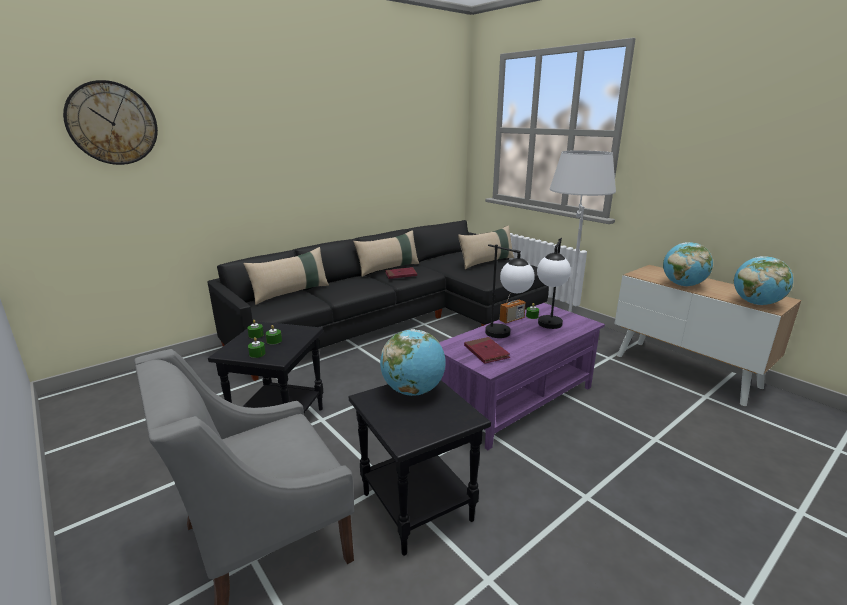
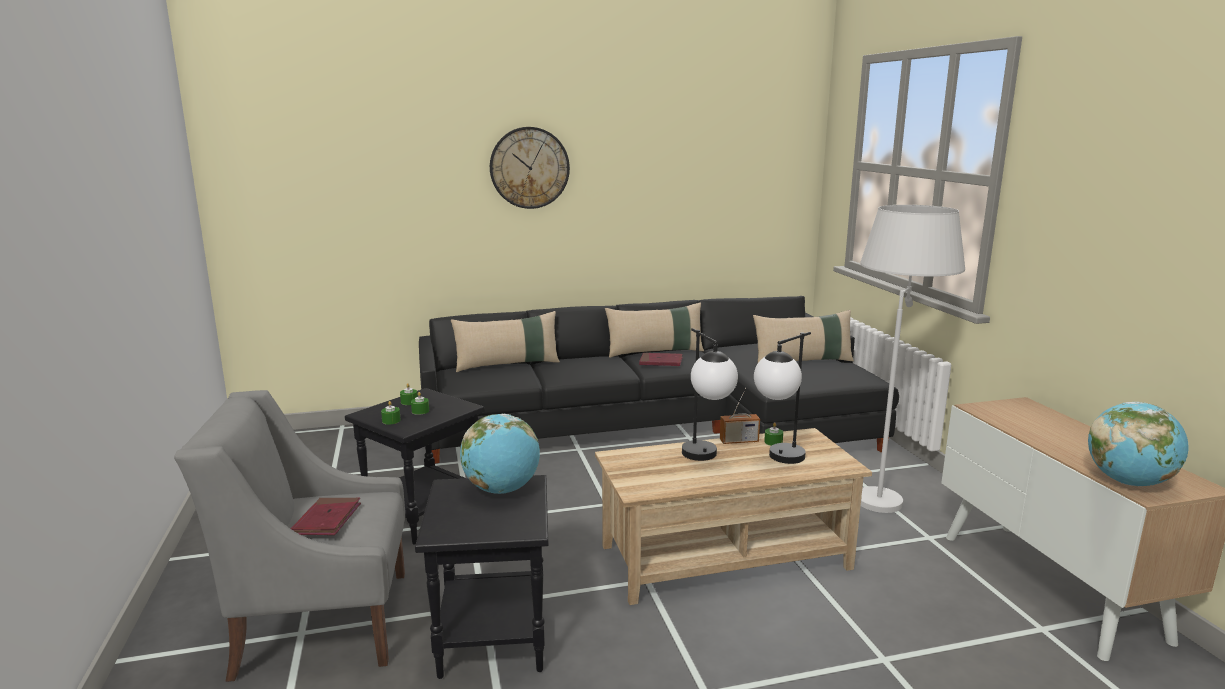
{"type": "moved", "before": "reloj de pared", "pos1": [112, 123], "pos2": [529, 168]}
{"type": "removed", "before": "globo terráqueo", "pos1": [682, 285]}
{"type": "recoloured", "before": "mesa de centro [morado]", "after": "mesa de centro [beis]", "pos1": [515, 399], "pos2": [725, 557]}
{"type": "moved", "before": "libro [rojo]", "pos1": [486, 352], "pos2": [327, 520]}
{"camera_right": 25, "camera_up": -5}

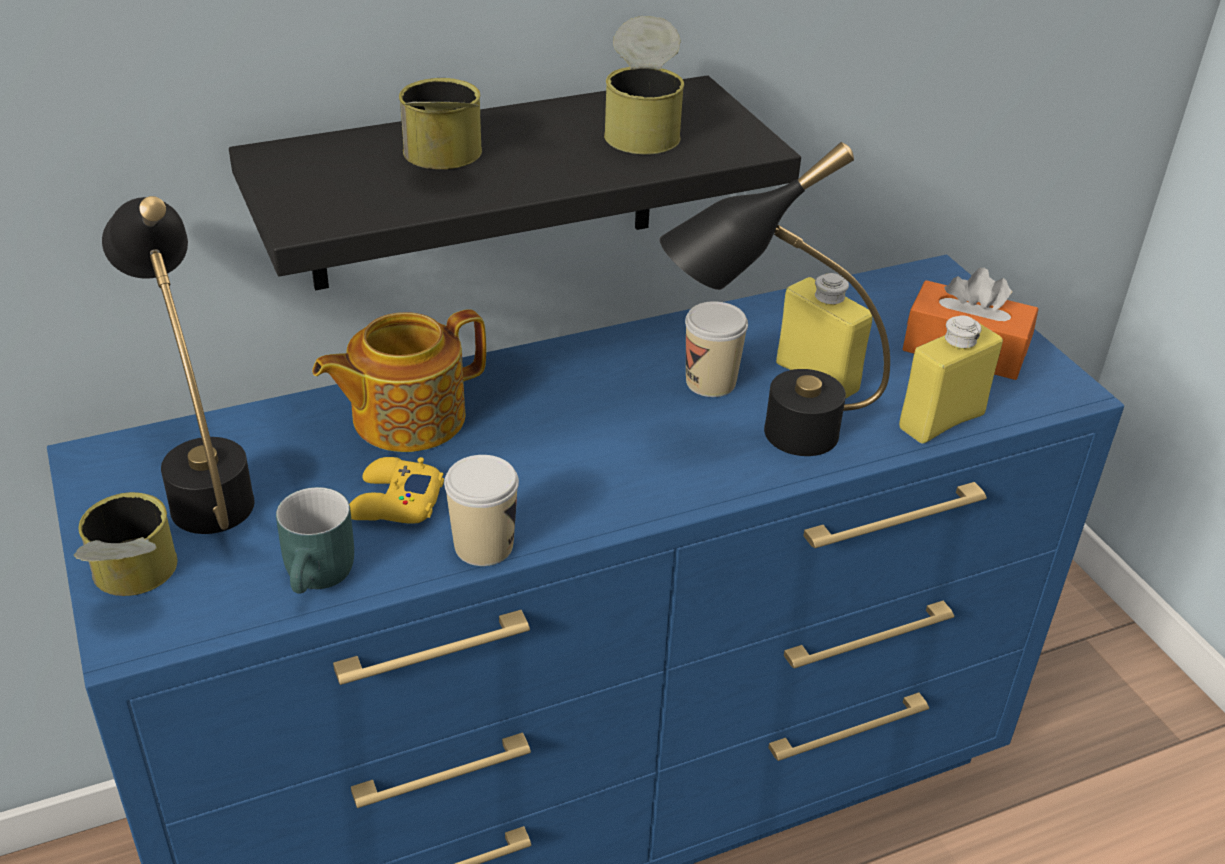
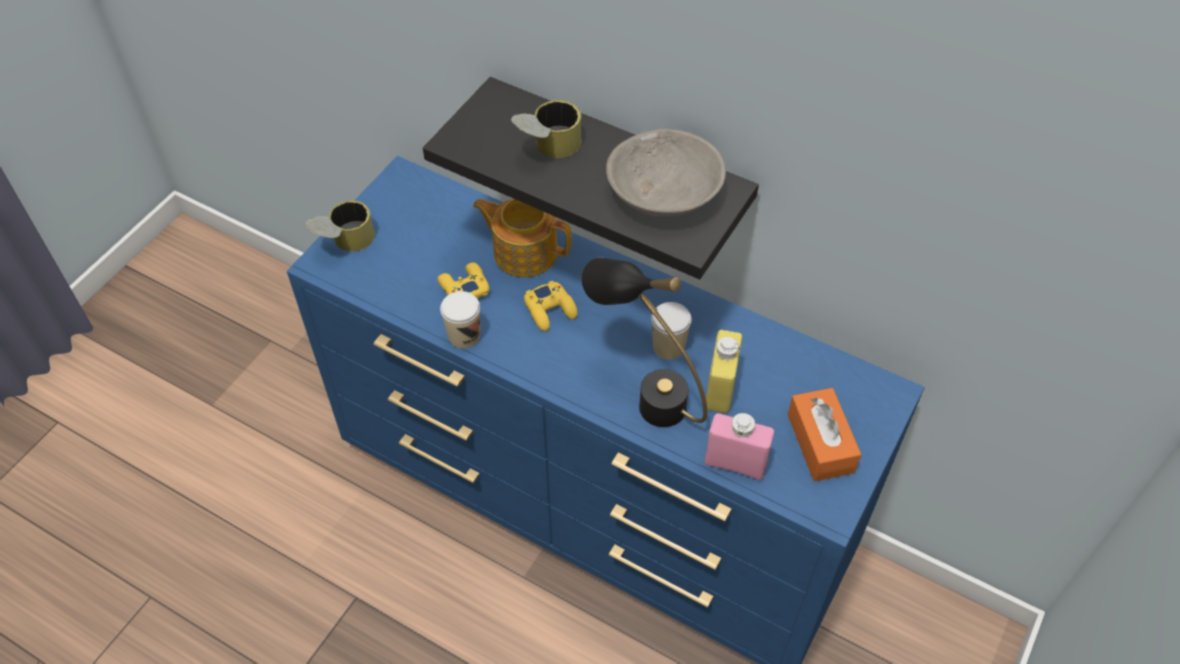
{"type": "replaced", "before": "lata", "after": "cuenco [gris]", "pos1": [643, 126], "pos2": [664, 193]}
{"type": "removed", "before": "lámpara de mesa [negro]", "pos1": [203, 482]}
{"type": "recoloured", "before": "botella [amarillo]", "after": "botella [rosa]", "pos1": [941, 421], "pos2": [735, 463]}
{"type": "removed", "before": "taza grande [turquesa]", "pos1": [322, 577]}
{"type": "added", "after": "mando de consola [amarillo]", "pos2": [550, 310]}
{"camera_right": 55, "camera_up": 15}

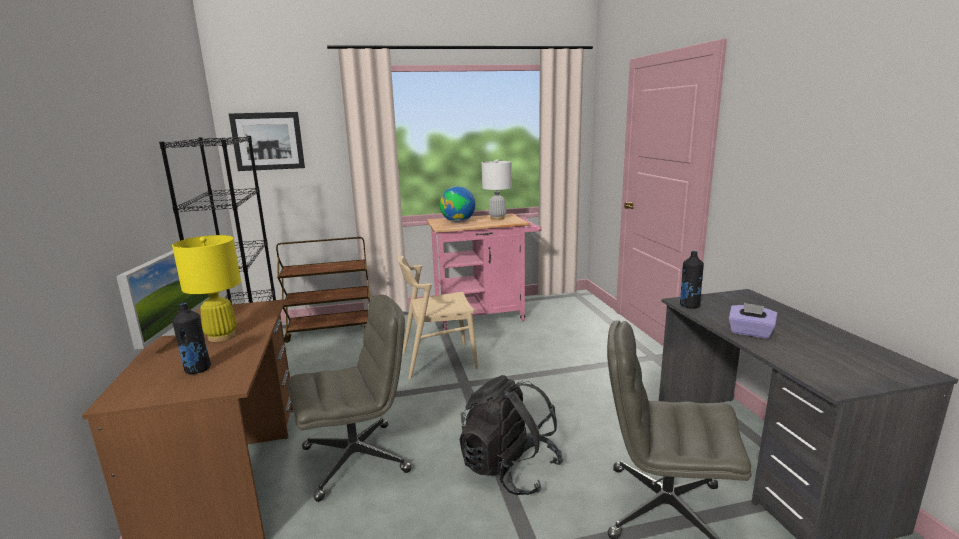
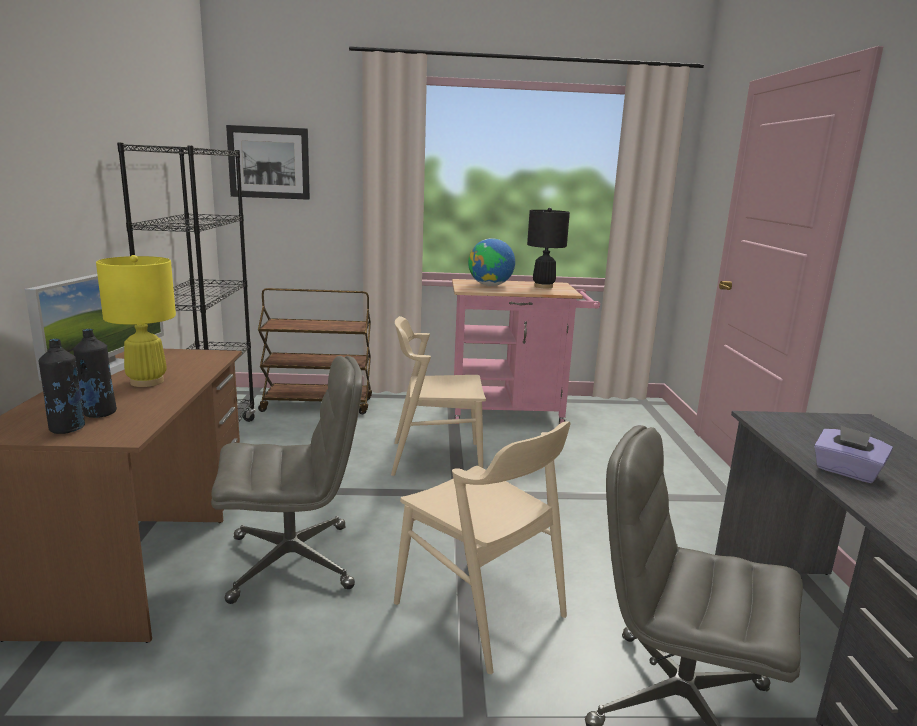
{"type": "recoloured", "before": "lámpara de mesa [blanco]", "after": "lámpara de mesa [negro]", "pos1": [497, 218], "pos2": [543, 286]}
{"type": "moved", "before": "botella [negro]", "pos1": [689, 305], "pos2": [67, 429]}
{"type": "replaced", "before": "mochila [negro]", "after": "silla [beis]", "pos1": [509, 469], "pos2": [480, 609]}
{"camera_right": 10, "camera_up": 0}

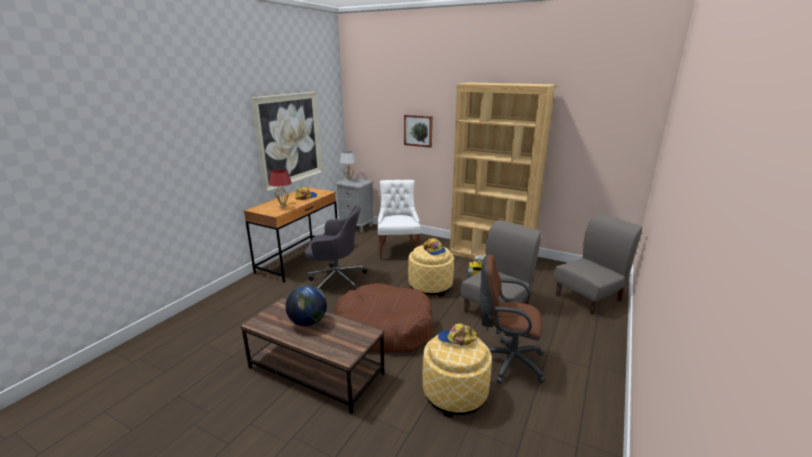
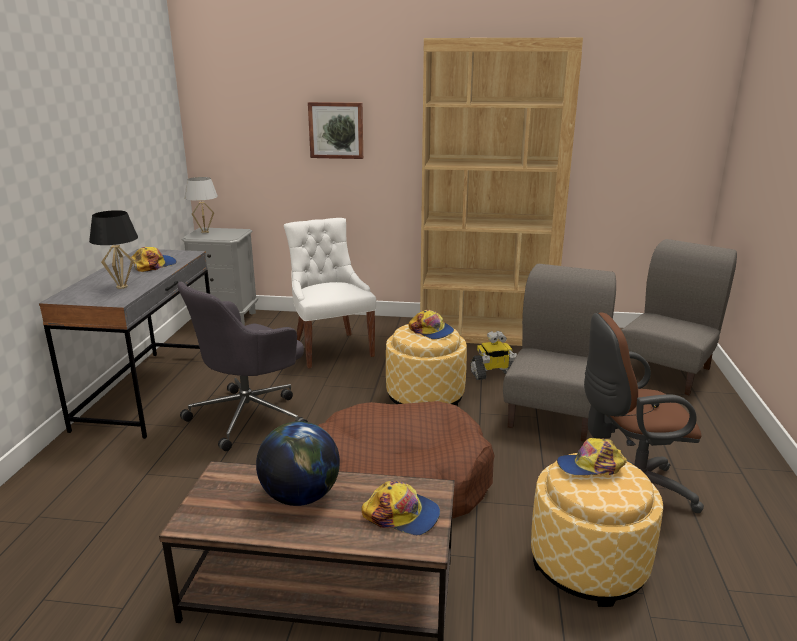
{"type": "removed", "before": "cuadro", "pos1": [289, 139]}
{"type": "recoloured", "before": "lámpara de mesa [rojo]", "after": "lámpara de mesa [negro]", "pos1": [283, 206], "pos2": [121, 287]}
{"type": "recoloured", "before": "escritorio [marrón]", "after": "escritorio [gris]", "pos1": [299, 259], "pos2": [151, 391]}
{"type": "turned", "before": "silla de oficina [gris]", "pos1": [336, 280], "pos2": [249, 416], "turn": 150}
{"type": "added", "after": "gorra", "pos2": [402, 515]}
{"camera_right": -20, "camera_up": 0}

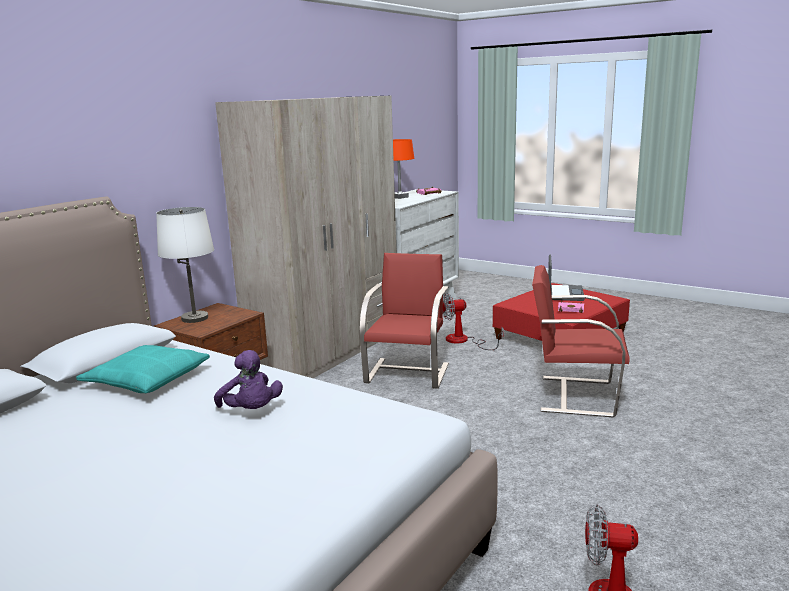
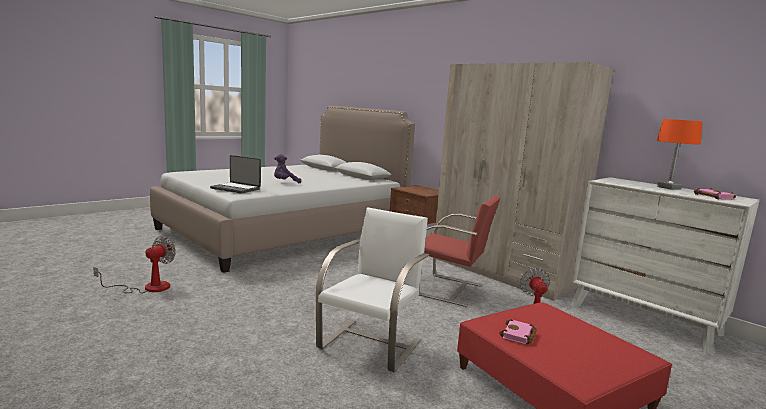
{"type": "removed", "before": "lámpara de mesa [blanco]", "pos1": [195, 318]}
{"type": "moved", "before": "portátil", "pos1": [564, 294], "pos2": [236, 189]}
{"type": "recoloured", "before": "silla [rojo]", "after": "silla [blanco]", "pos1": [574, 395], "pos2": [371, 343]}
{"type": "removed", "before": "cojín [turquesa]", "pos1": [147, 379]}
{"camera_right": 100, "camera_up": -5}

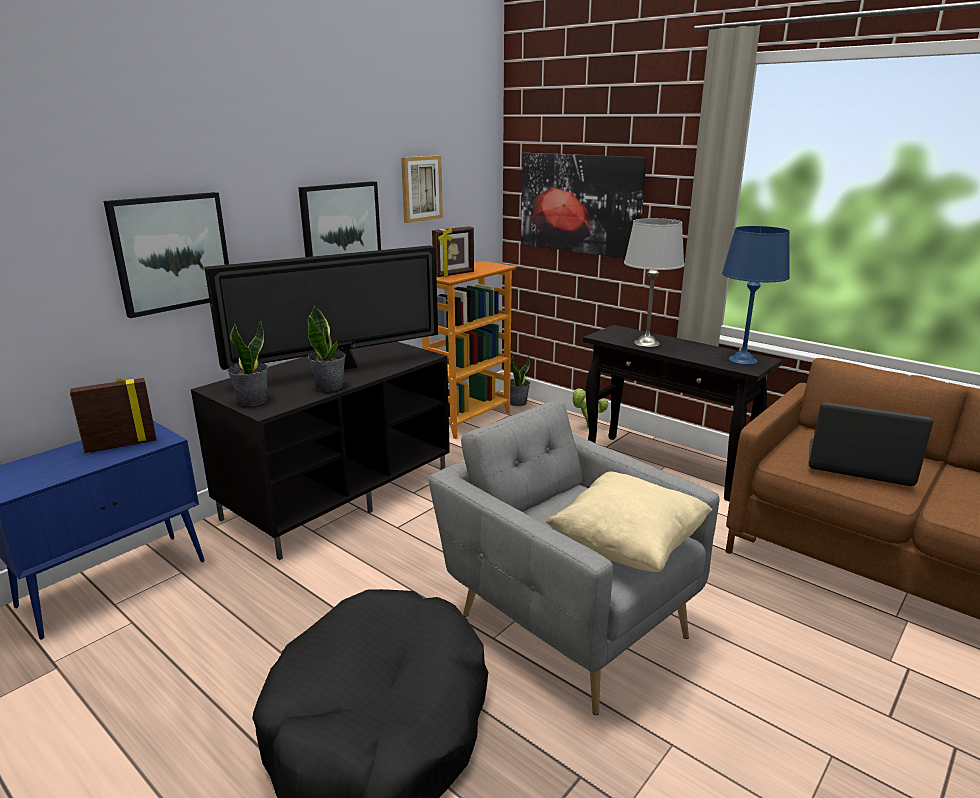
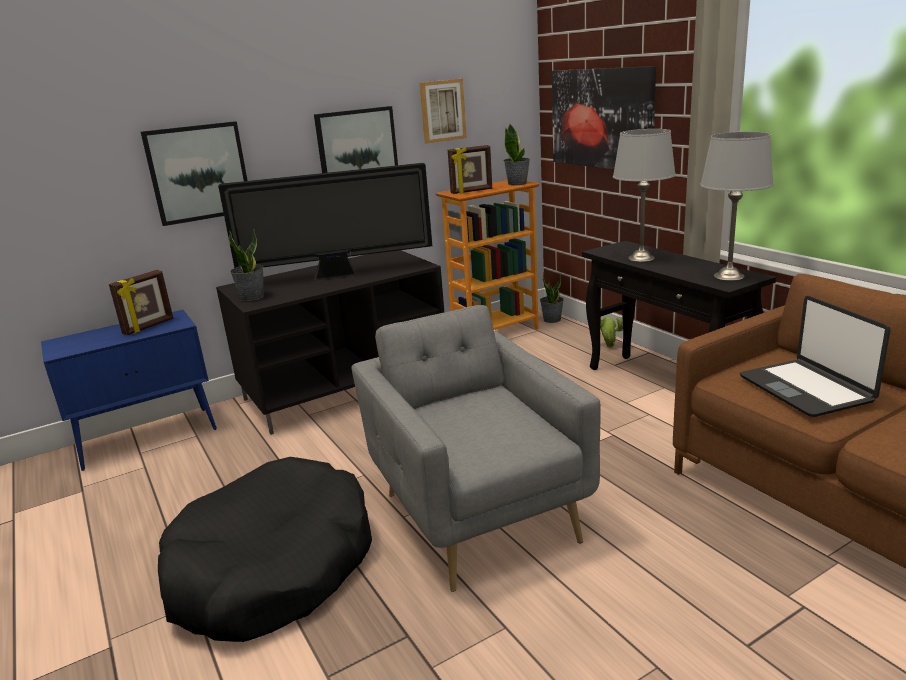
{"type": "recoloured", "before": "lámpara de mesa [azul]", "after": "lámpara de mesa [gris]", "pos1": [743, 360], "pos2": [729, 276]}
{"type": "moved", "before": "planta en maceta", "pos1": [329, 386], "pos2": [517, 183]}
{"type": "turned", "before": "portarretratos", "pos1": [121, 445], "pos2": [149, 327], "turn": 135}
{"type": "turned", "before": "portátil", "pos1": [859, 465], "pos2": [806, 389], "turn": -150}
{"type": "removed", "before": "cojín [beis]", "pos1": [627, 547]}
{"camera_right": 20, "camera_up": 0}

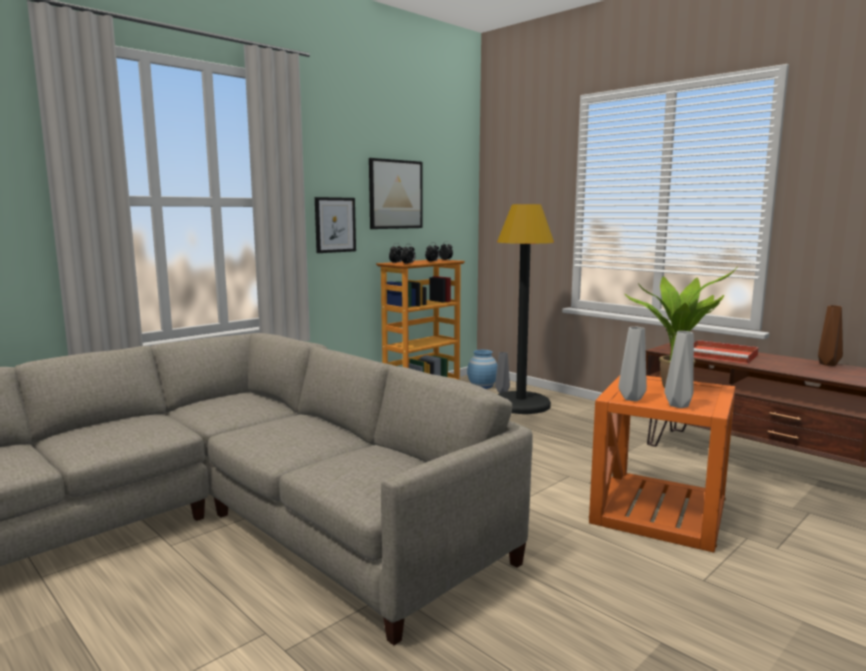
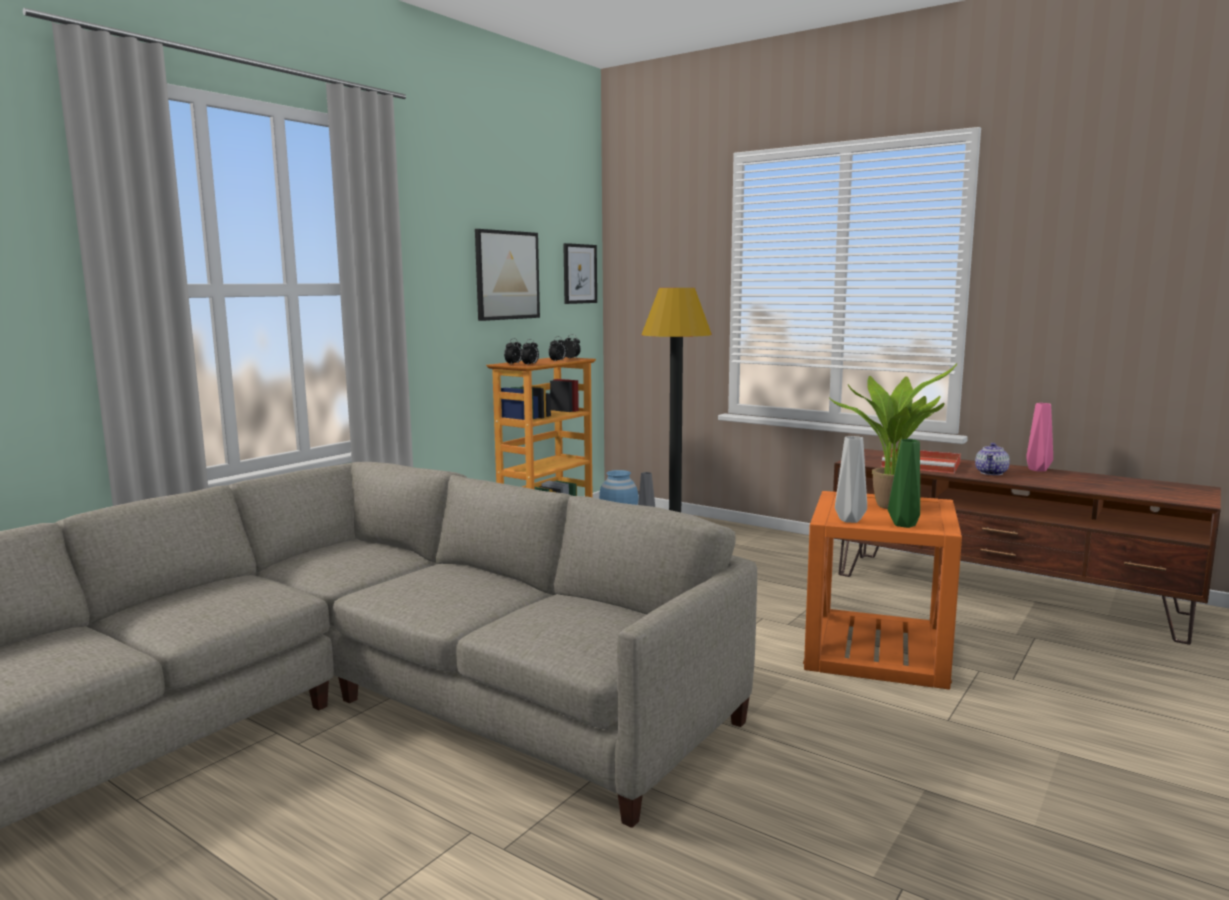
{"type": "moved", "before": "cuadro", "pos1": [335, 225], "pos2": [579, 274]}
{"type": "recoloured", "before": "florero [marrón]", "after": "florero [rosa]", "pos1": [826, 364], "pos2": [1036, 469]}
{"type": "recoloured", "before": "florero [gris]", "after": "florero [verde]", "pos1": [679, 406], "pos2": [905, 525]}
{"type": "added", "after": "tetera", "pos2": [991, 473]}
{"camera_right": -10, "camera_up": 0}

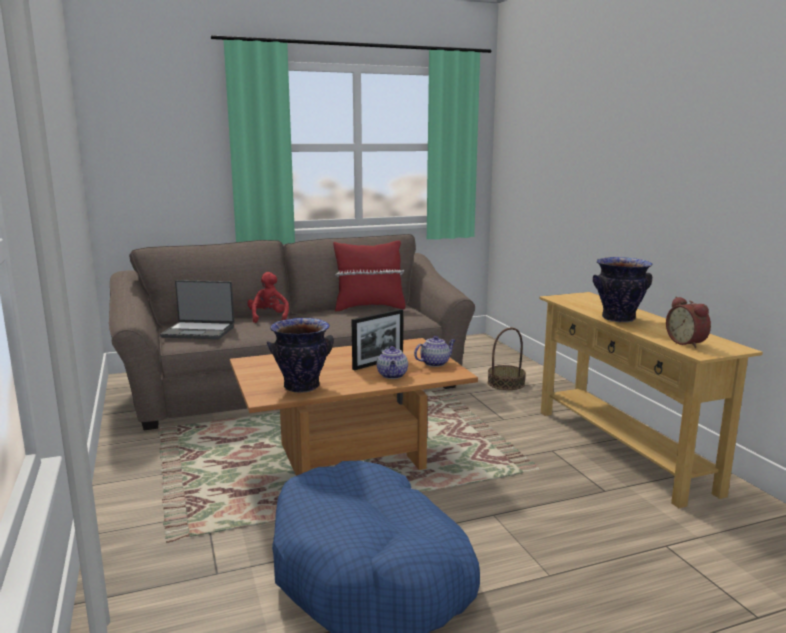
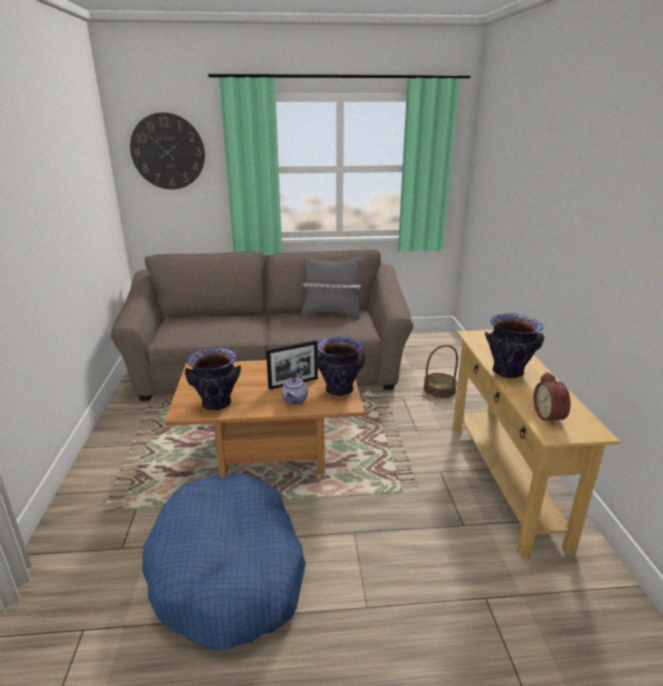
{"type": "recoloured", "before": "cojín [rojo]", "after": "cojín [gris]", "pos1": [369, 307], "pos2": [331, 313]}
{"type": "removed", "before": "peluche [rojo]", "pos1": [269, 318]}
{"type": "removed", "before": "portátil", "pos1": [199, 331]}
{"type": "replaced", "before": "tetera", "after": "florero", "pos1": [435, 363], "pos2": [339, 390]}
{"type": "added", "after": "reloj de pared", "pos2": [168, 151]}
{"camera_right": 15, "camera_up": 10}

